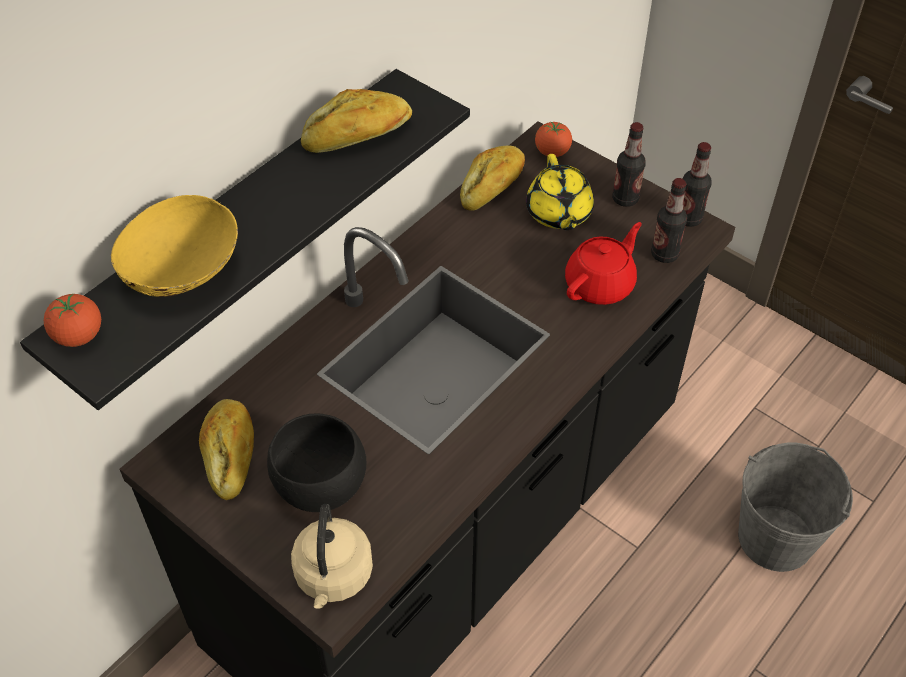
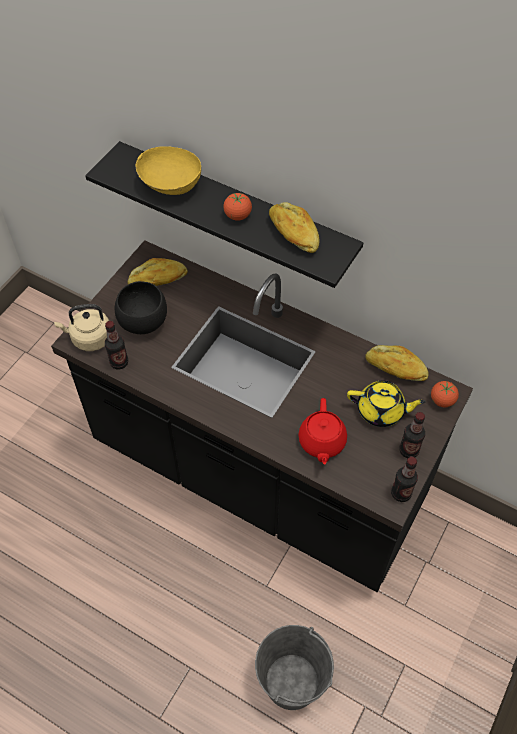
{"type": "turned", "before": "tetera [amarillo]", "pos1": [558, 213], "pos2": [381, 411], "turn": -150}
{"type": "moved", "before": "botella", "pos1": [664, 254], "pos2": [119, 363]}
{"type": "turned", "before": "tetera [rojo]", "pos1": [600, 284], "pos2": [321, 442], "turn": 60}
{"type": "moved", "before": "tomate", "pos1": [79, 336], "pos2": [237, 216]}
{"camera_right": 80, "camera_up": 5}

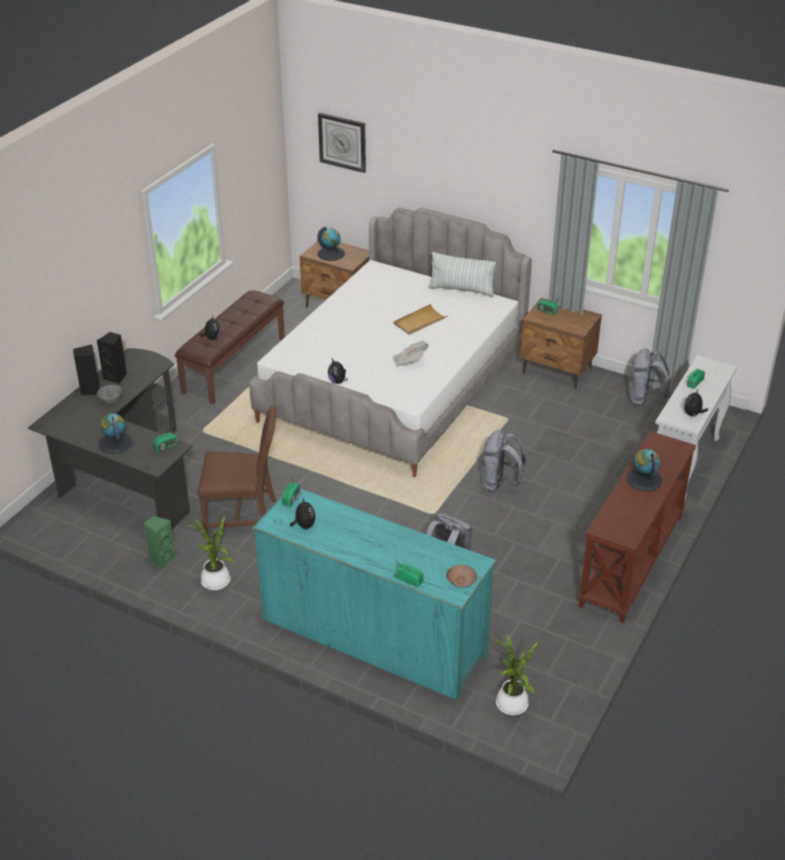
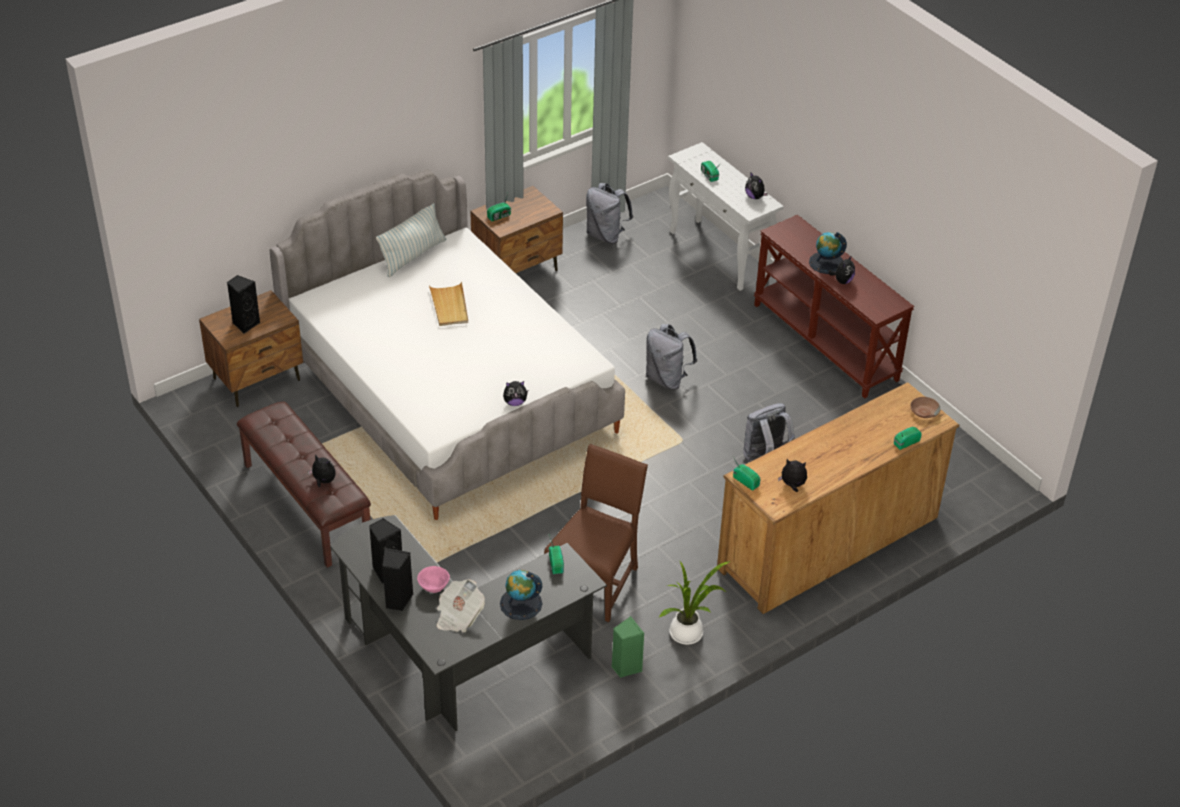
{"type": "removed", "before": "reloj de pared", "pos1": [342, 142]}
{"type": "replaced", "before": "globo terráqueo", "after": "altavoz [negro]", "pos1": [331, 254], "pos2": [245, 324]}
{"type": "moved", "before": "periódico", "pos1": [409, 361], "pos2": [458, 616]}
{"type": "recoloured", "before": "cuenco [gris]", "after": "cuenco [rosa]", "pos1": [112, 400], "pos2": [433, 586]}
{"type": "recoloured", "before": "cómoda [turquesa]", "after": "cómoda [marrón]", "pos1": [373, 635], "pos2": [828, 542]}
{"type": "removed", "before": "planta en maceta", "pos1": [511, 706]}
{"type": "added", "after": "peluche", "pos2": [842, 281]}
{"camera_right": -65, "camera_up": 5}

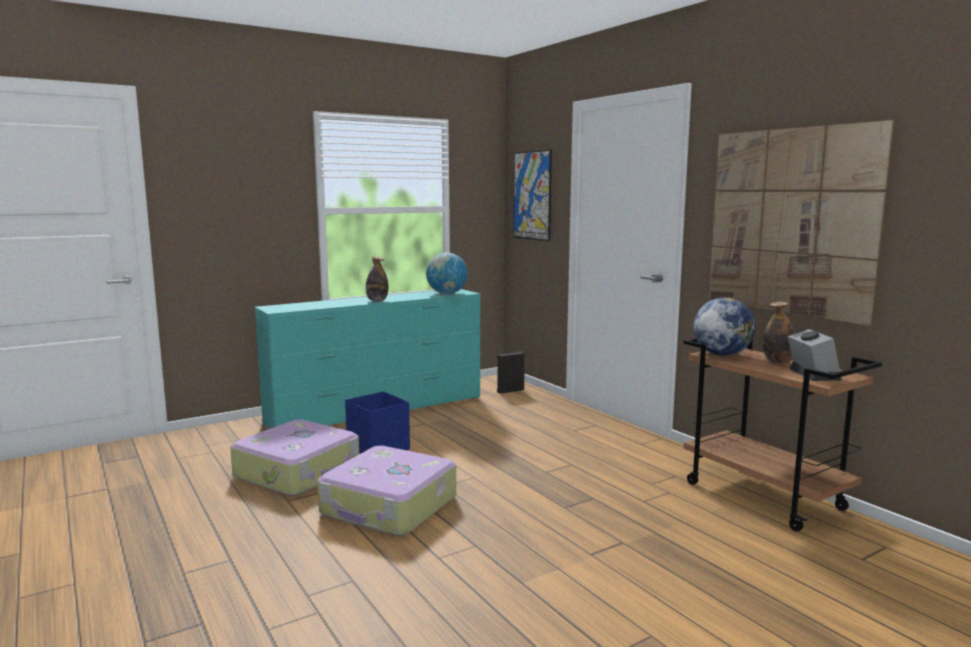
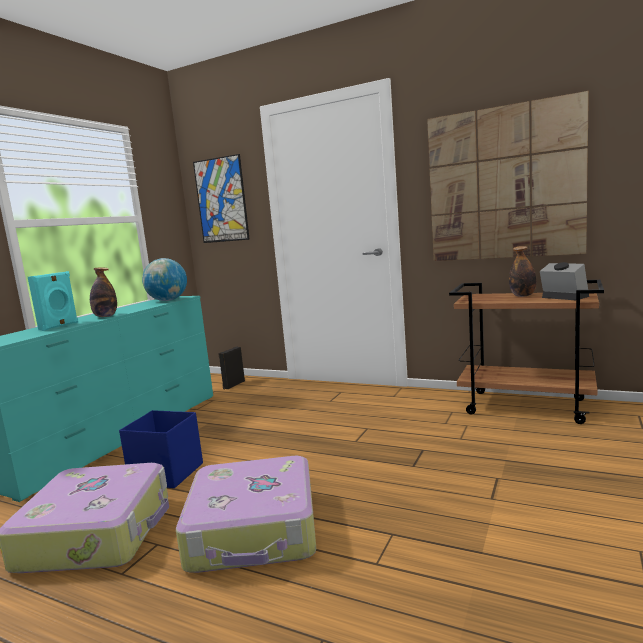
{"type": "removed", "before": "globo terráqueo", "pos1": [721, 354]}
{"type": "added", "after": "altavoz [turquesa]", "pos2": [59, 326]}
{"camera_right": -30, "camera_up": 0}

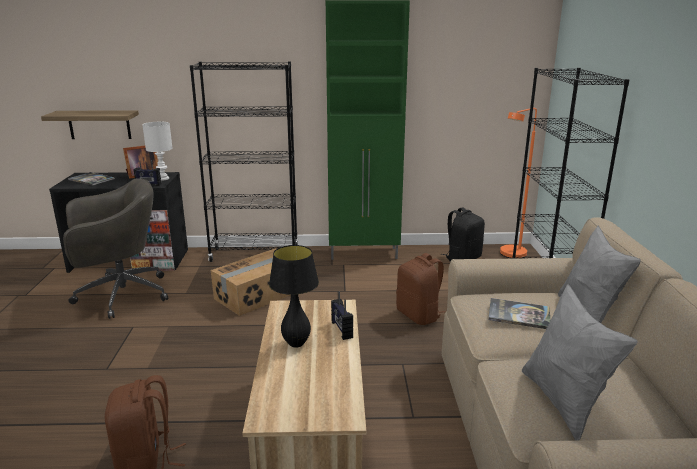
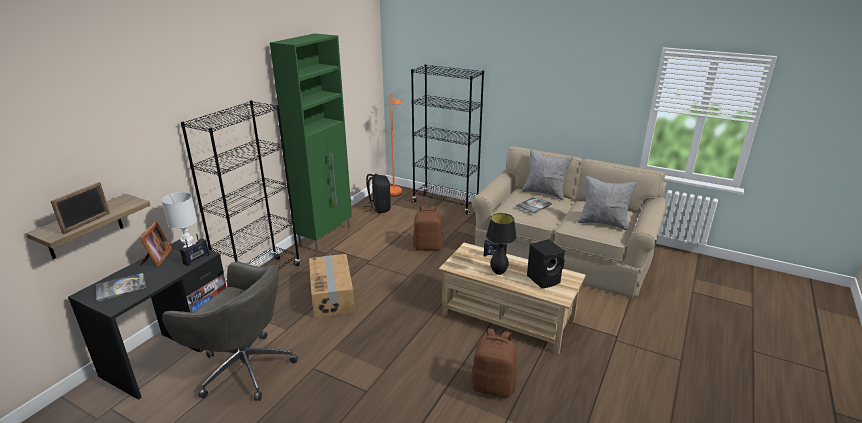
{"type": "turned", "before": "silla de oficina [gris]", "pos1": [120, 295], "pos2": [243, 367], "turn": 105}
{"type": "added", "after": "portarretratos", "pos2": [87, 223]}
{"type": "added", "after": "altavoz [negro]", "pos2": [544, 279]}
{"camera_right": -60, "camera_up": 5}

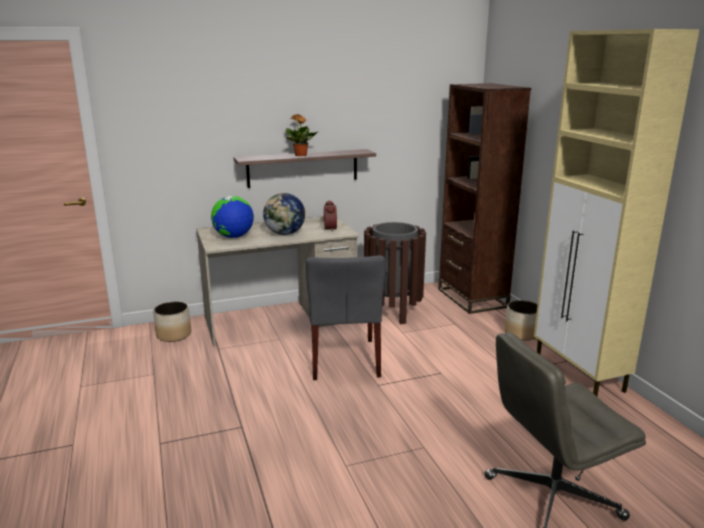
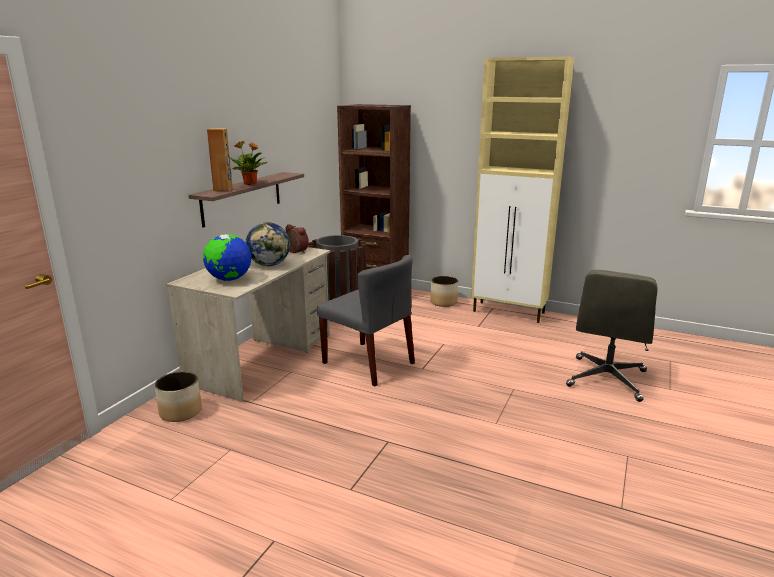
{"type": "added", "after": "altavoz [marrón]", "pos2": [223, 189]}
{"camera_right": -45, "camera_up": 0}

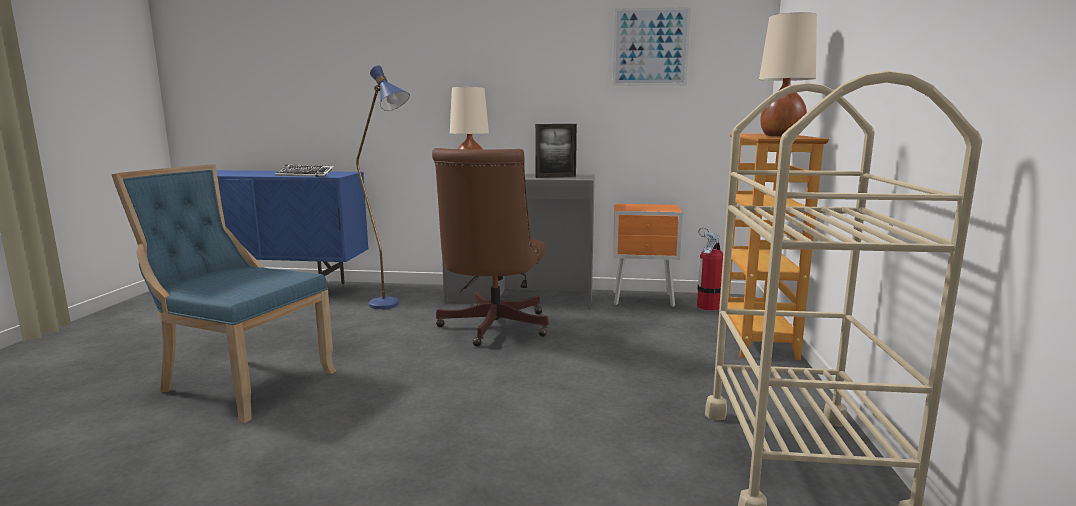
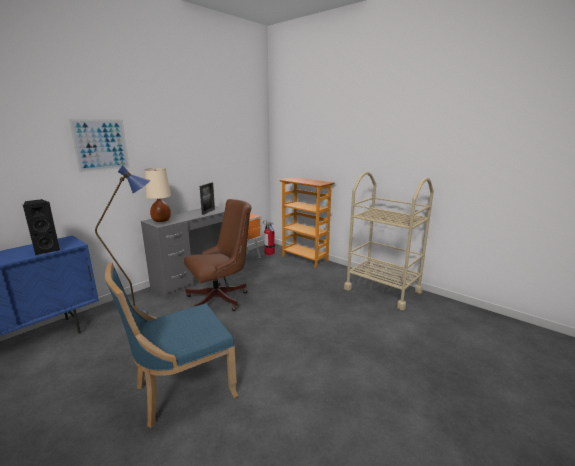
{"type": "moved", "before": "cuadro", "pos1": [650, 47], "pos2": [101, 145]}
{"type": "removed", "before": "lámpara de mesa [beis]", "pos1": [780, 136]}
{"type": "turned", "before": "silla de oficina [marrón]", "pos1": [492, 328], "pos2": [221, 298], "turn": -75}
{"type": "replaced", "before": "teclado", "after": "altavoz [negro]", "pos1": [305, 175], "pos2": [47, 250]}
{"camera_right": -55, "camera_up": 5}

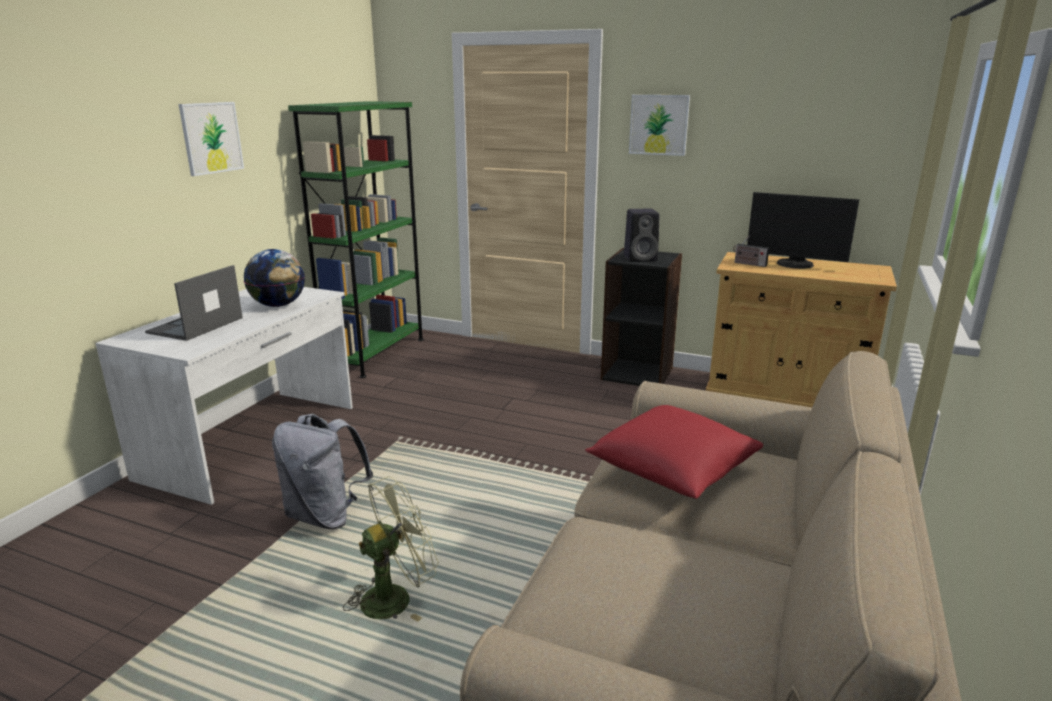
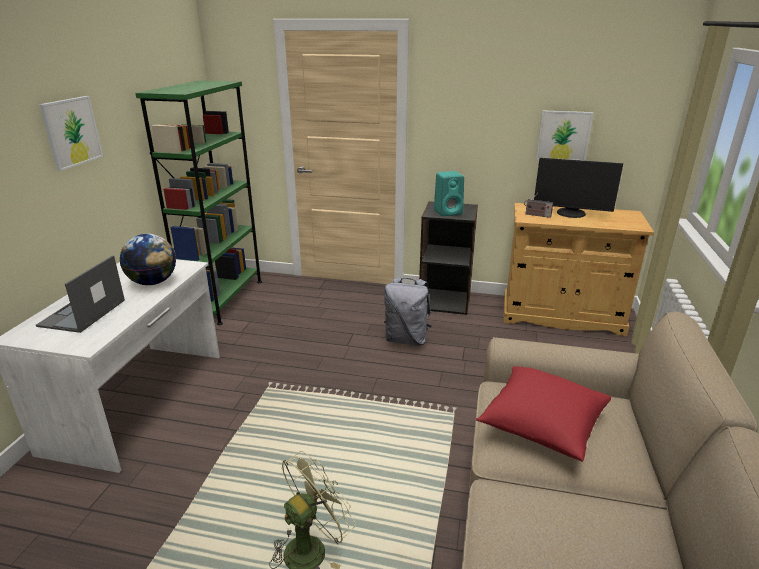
{"type": "moved", "before": "cuadro", "pos1": [659, 125], "pos2": [563, 136]}
{"type": "recoloured", "before": "altavoz [negro]", "after": "altavoz [turquesa]", "pos1": [641, 258], "pos2": [448, 212]}
{"type": "moved", "before": "mochila [gris]", "pos1": [325, 516], "pos2": [406, 339]}
{"camera_right": -10, "camera_up": 5}

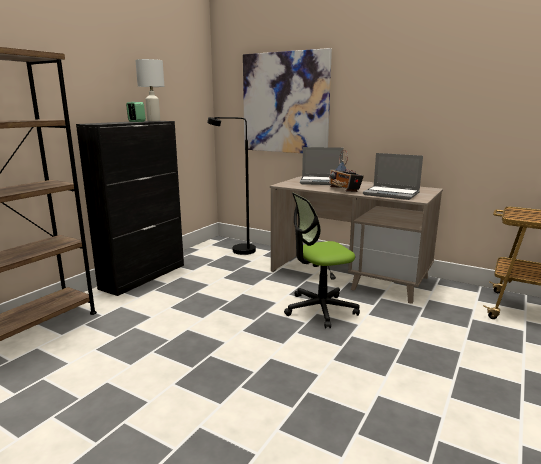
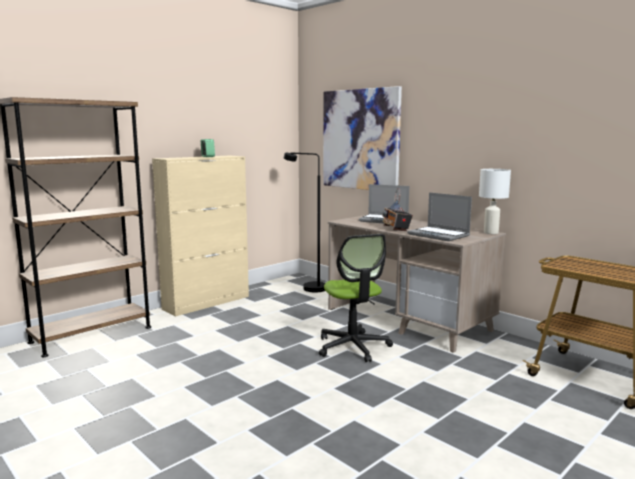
{"type": "moved", "before": "lámpara de mesa [blanco]", "pos1": [153, 121], "pos2": [491, 233]}
{"type": "recoloured", "before": "armario [negro]", "after": "armario [beis]", "pos1": [144, 276], "pos2": [207, 302]}
{"type": "turned", "before": "silla de oficina", "pos1": [320, 309], "pos2": [353, 347], "turn": -105}
{"camera_right": 15, "camera_up": -5}

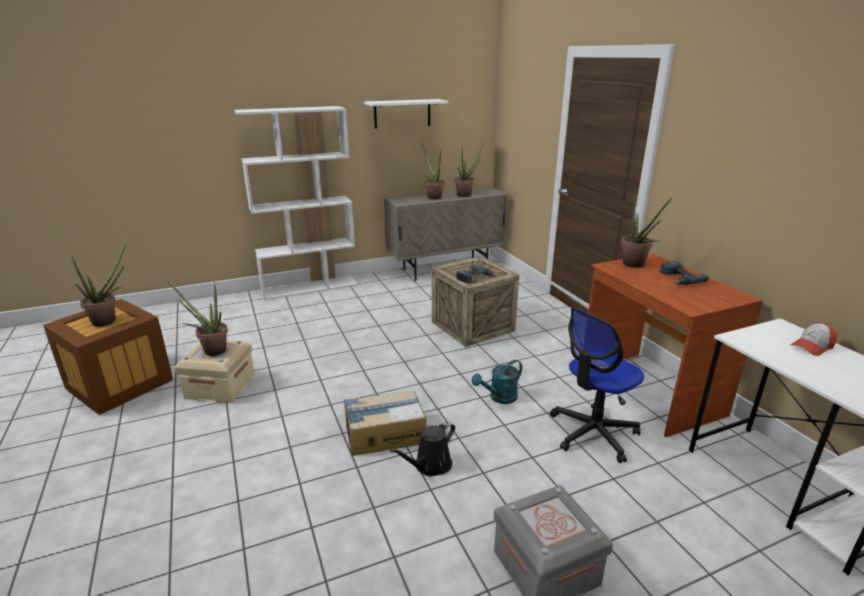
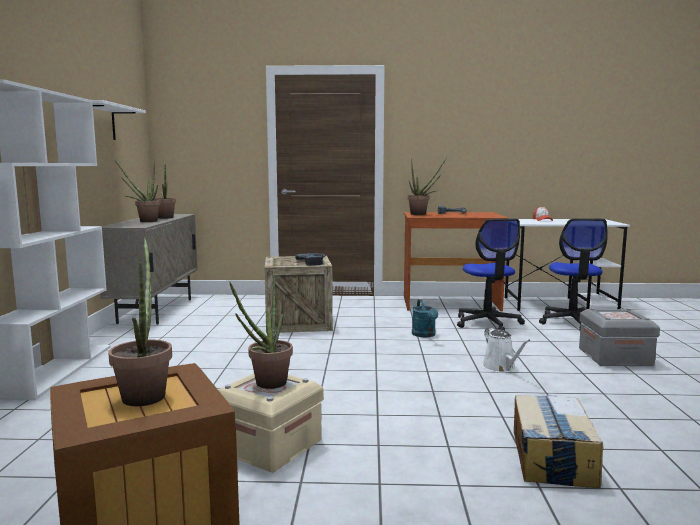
{"type": "moved", "before": "caja de cartón", "pos1": [384, 433], "pos2": [551, 457]}
{"type": "recoloured", "before": "regadera [negro]", "after": "regadera [blanco]", "pos1": [430, 465], "pos2": [501, 368]}
{"type": "added", "after": "silla de oficina", "pos2": [572, 322]}
{"camera_right": -65, "camera_up": -15}

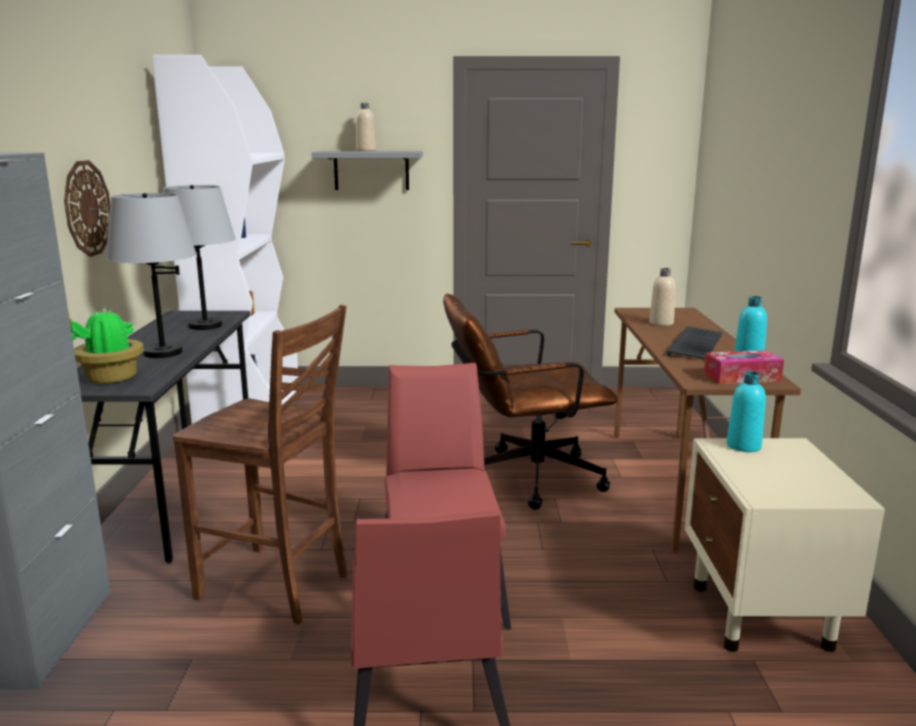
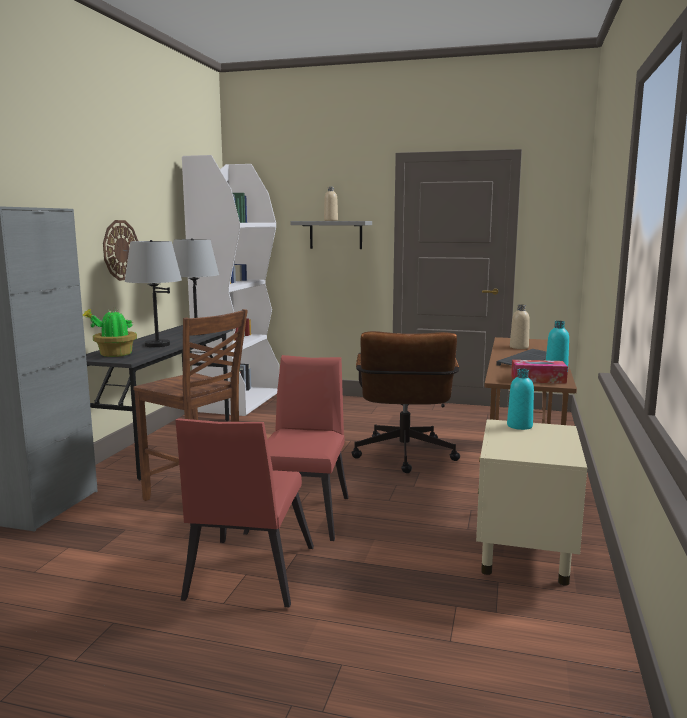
{"type": "turned", "before": "silla de oficina [marrón]", "pos1": [523, 478], "pos2": [404, 458], "turn": -90}
{"camera_right": 15, "camera_up": -5}

